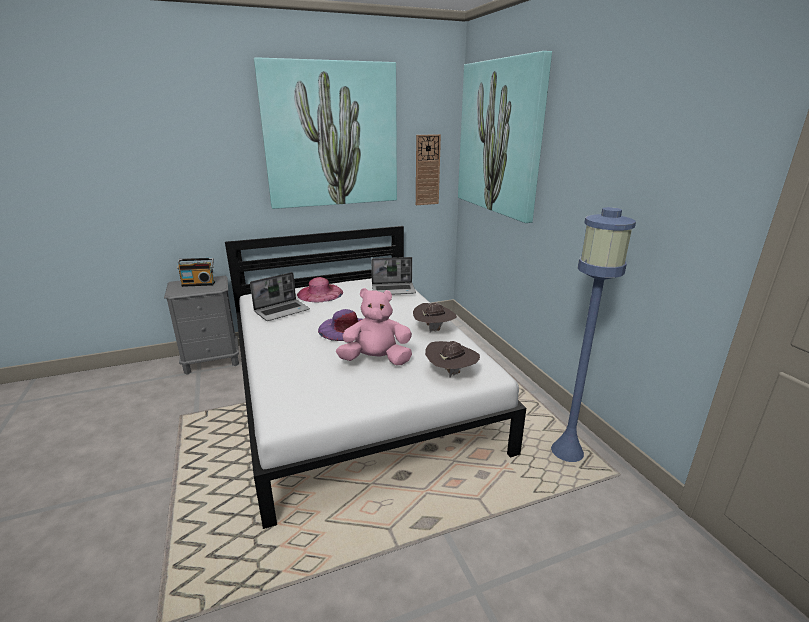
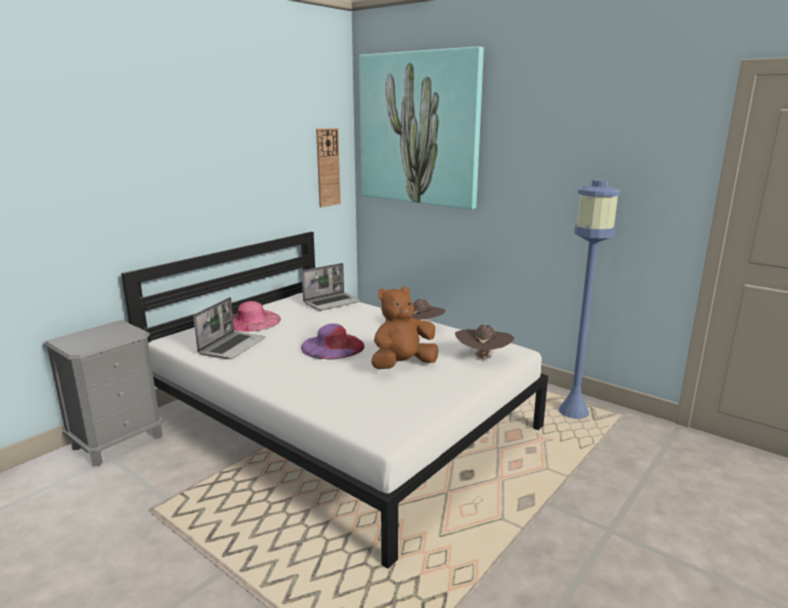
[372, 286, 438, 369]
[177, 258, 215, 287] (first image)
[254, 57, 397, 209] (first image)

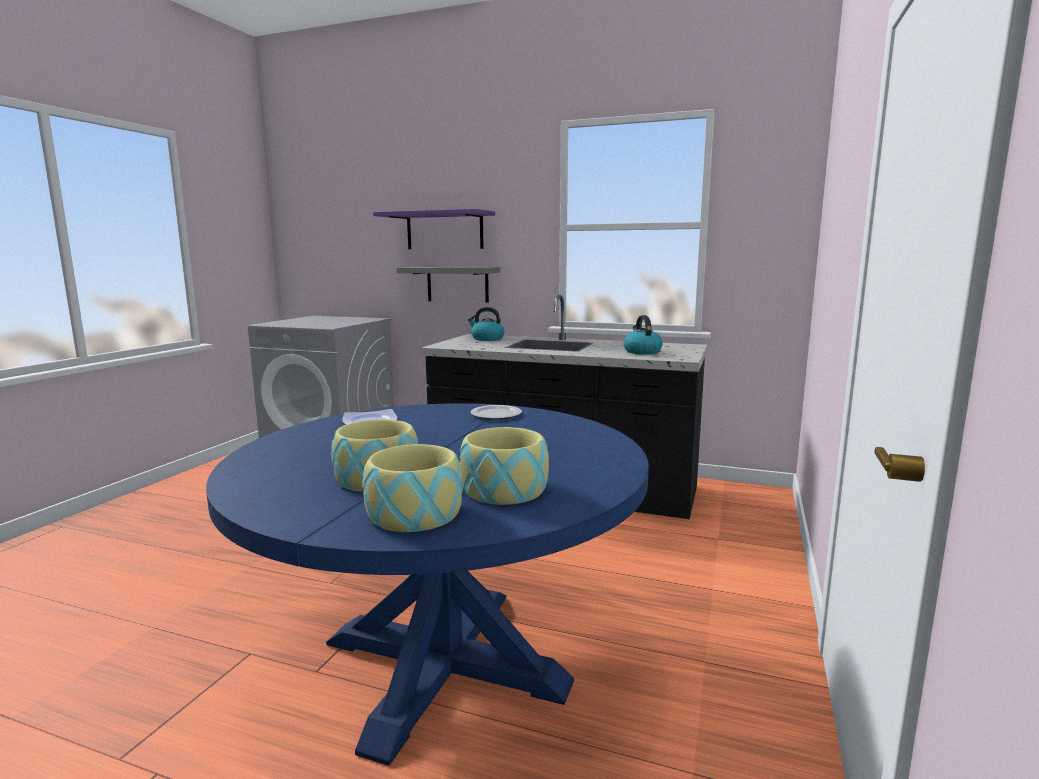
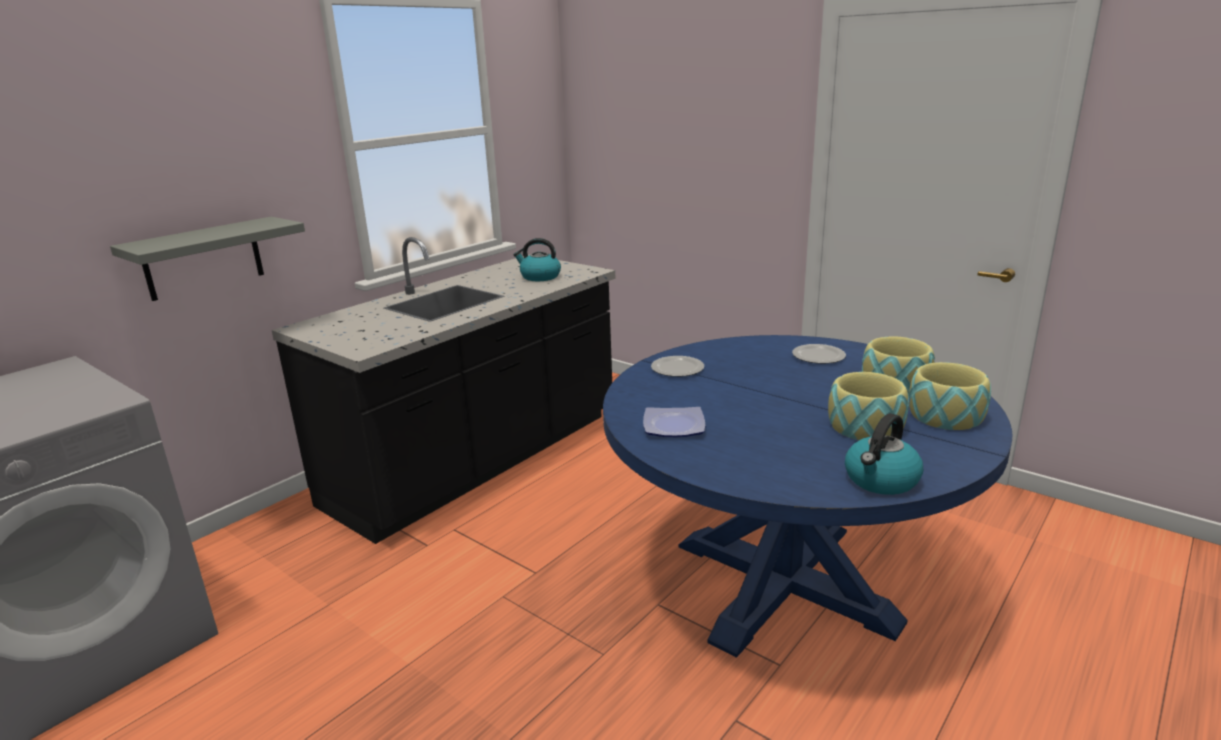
[792, 344, 846, 364]
[845, 413, 923, 495]
[373, 209, 495, 249] (first image)

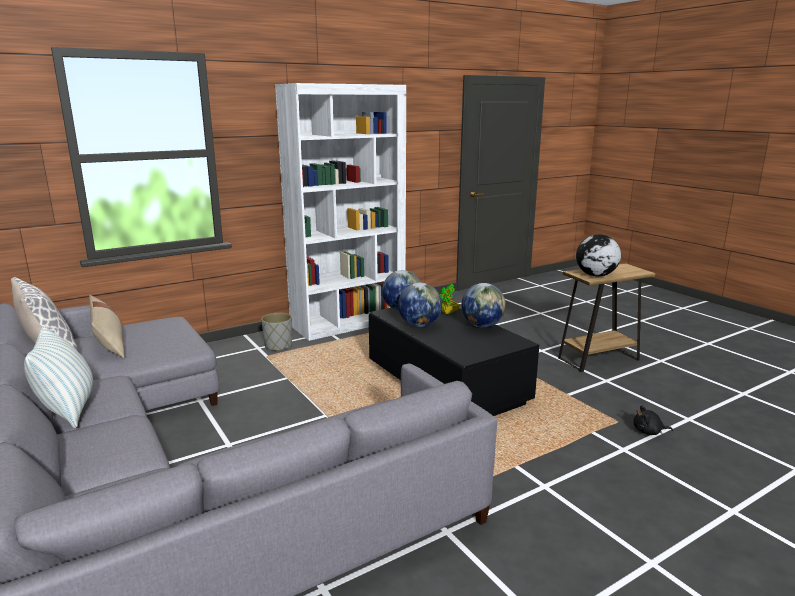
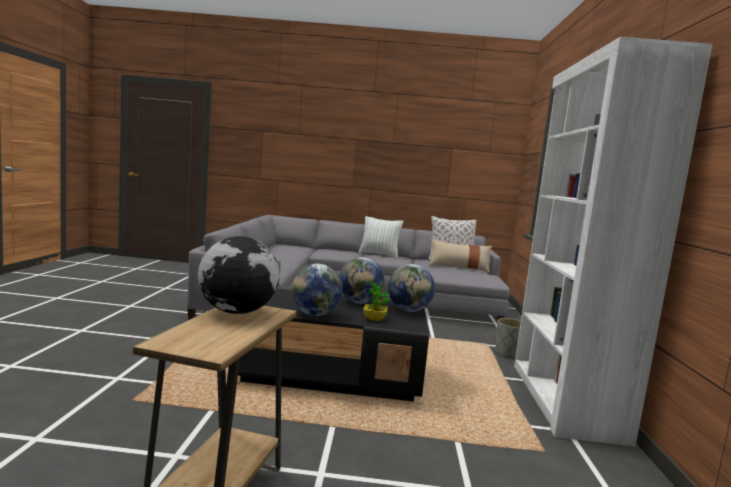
[633, 405, 673, 435] (first image)

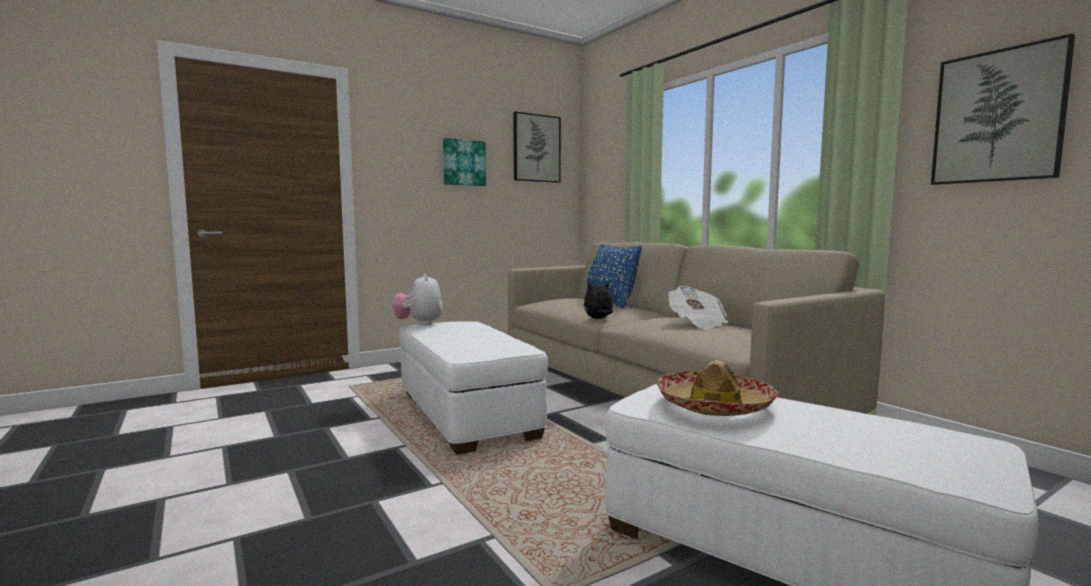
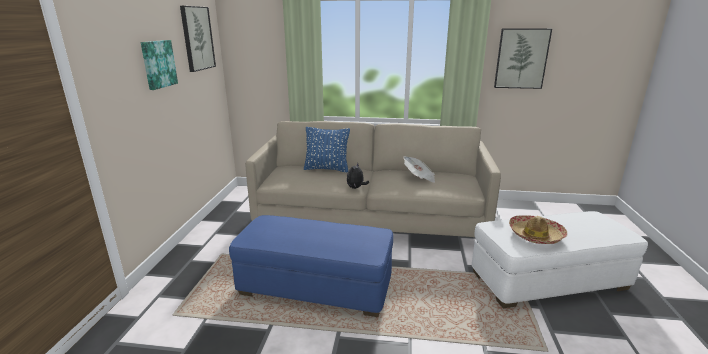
[229, 215, 393, 317]
[393, 274, 443, 325] (first image)

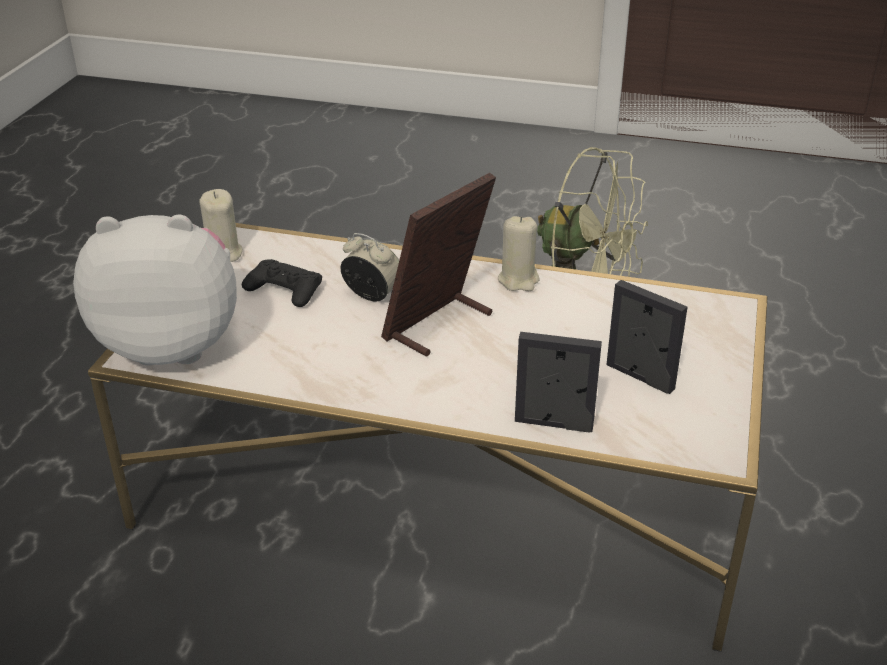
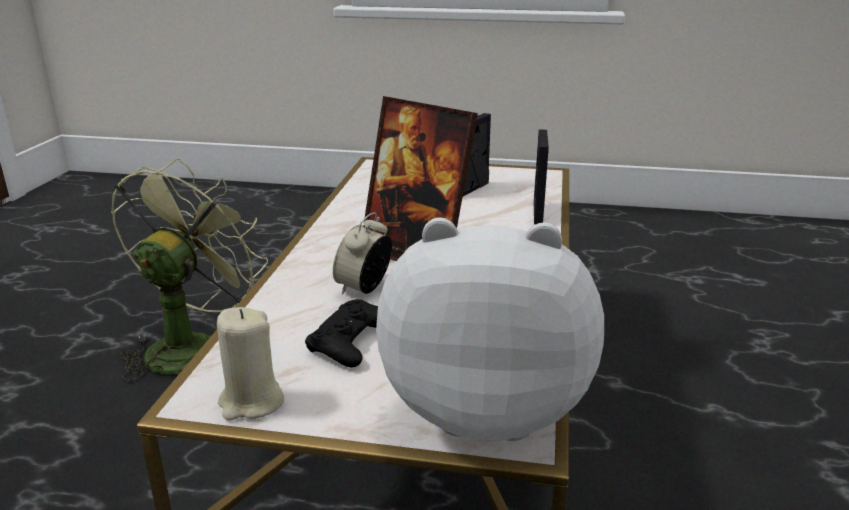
[376, 218, 604, 441]
[498, 216, 540, 291] (first image)

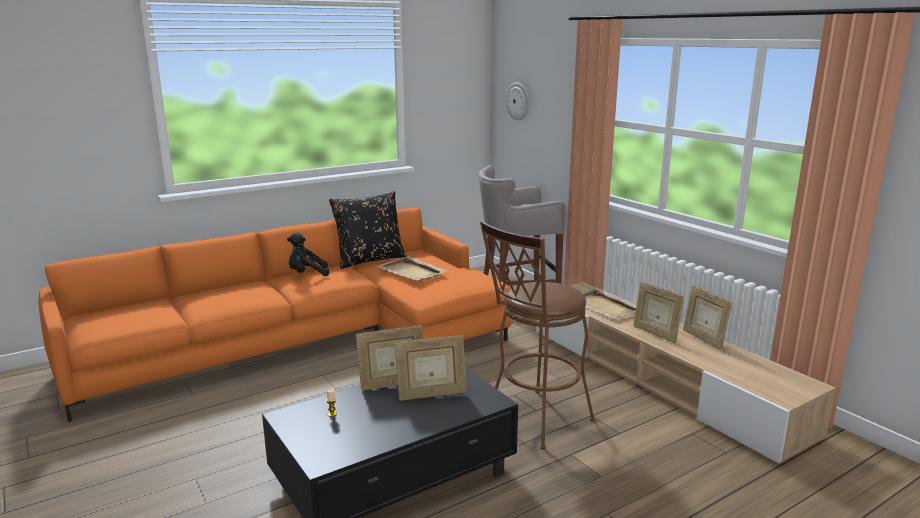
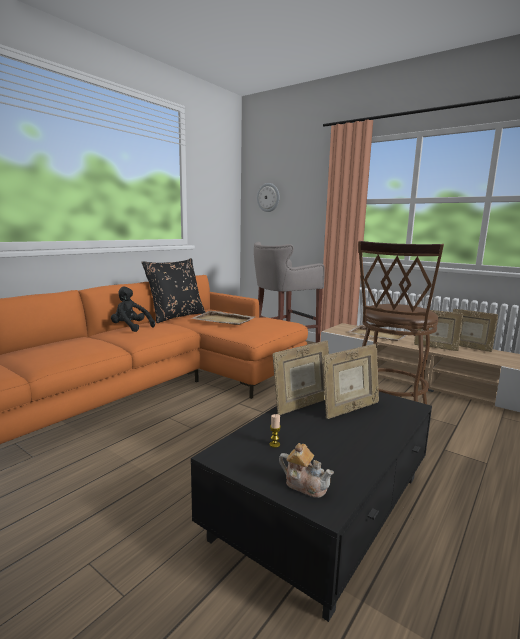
[111, 287, 155, 332]
[279, 443, 334, 498]

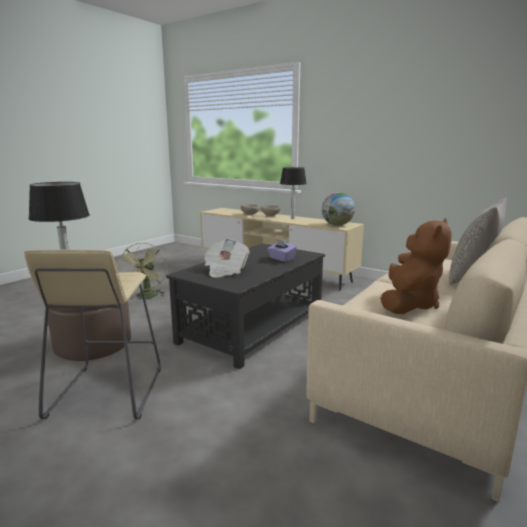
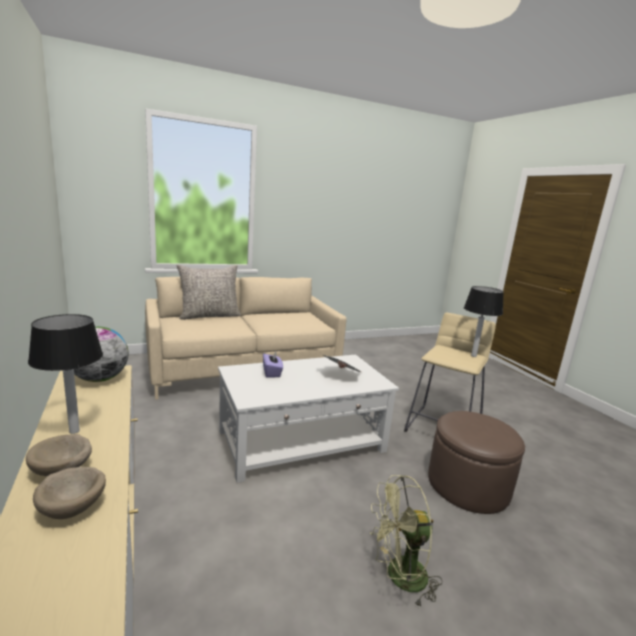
[218, 355, 399, 483]
[370, 475, 442, 606]
[380, 218, 452, 314] (first image)

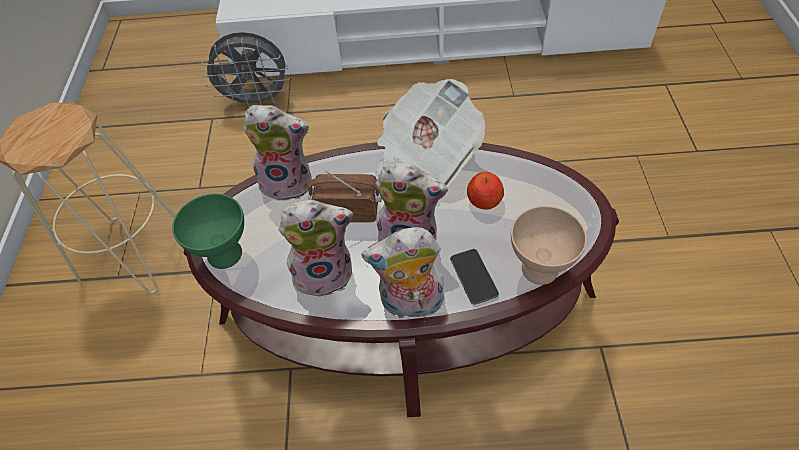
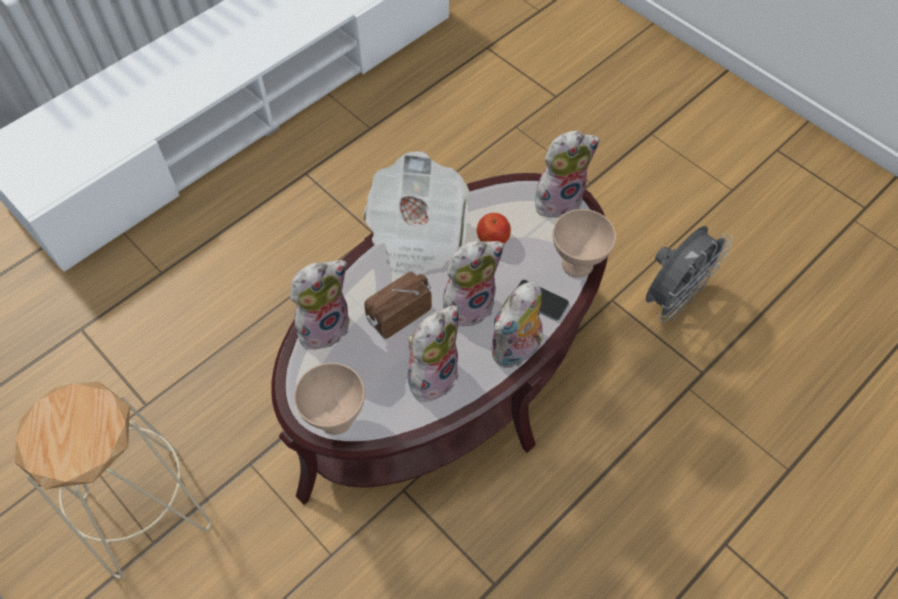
[294, 363, 365, 435]
[535, 131, 600, 217]
[646, 226, 733, 322]

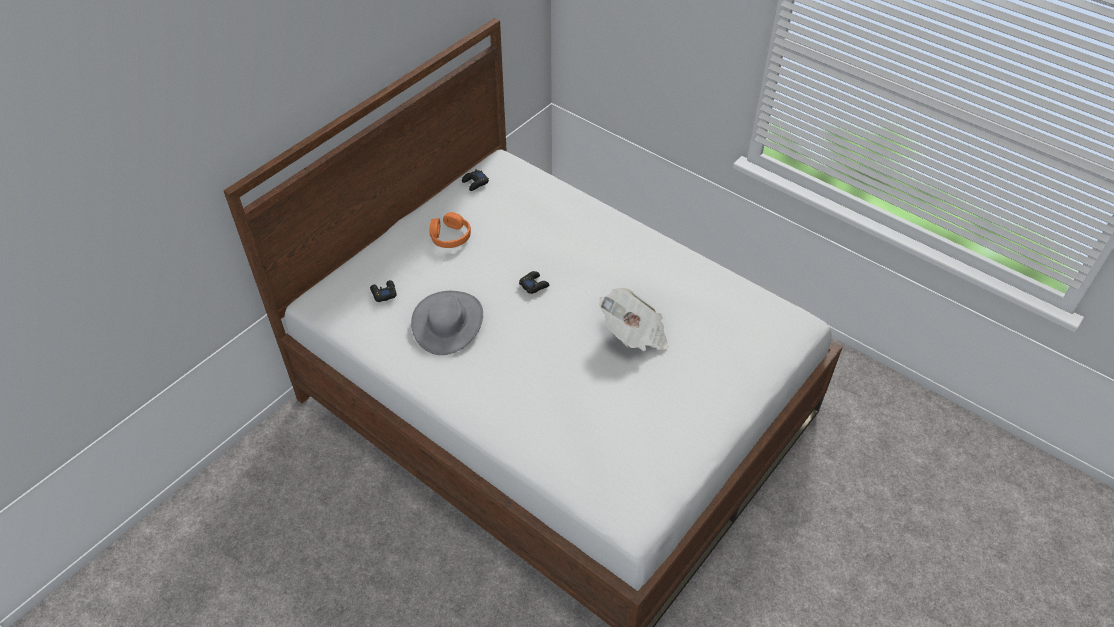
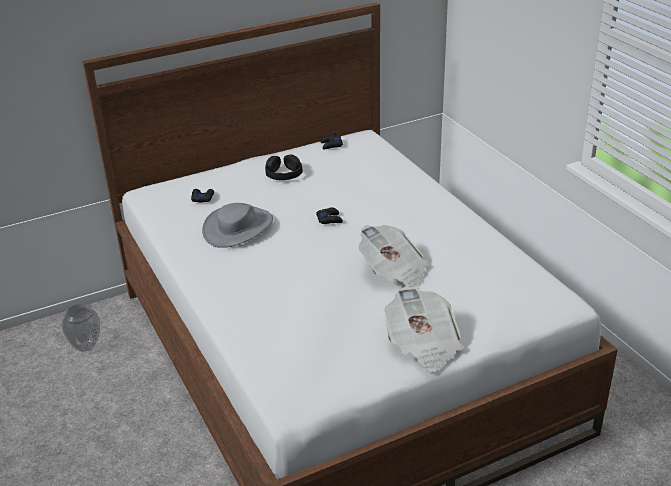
[61, 304, 100, 352]
[265, 154, 303, 180]
[384, 286, 463, 373]

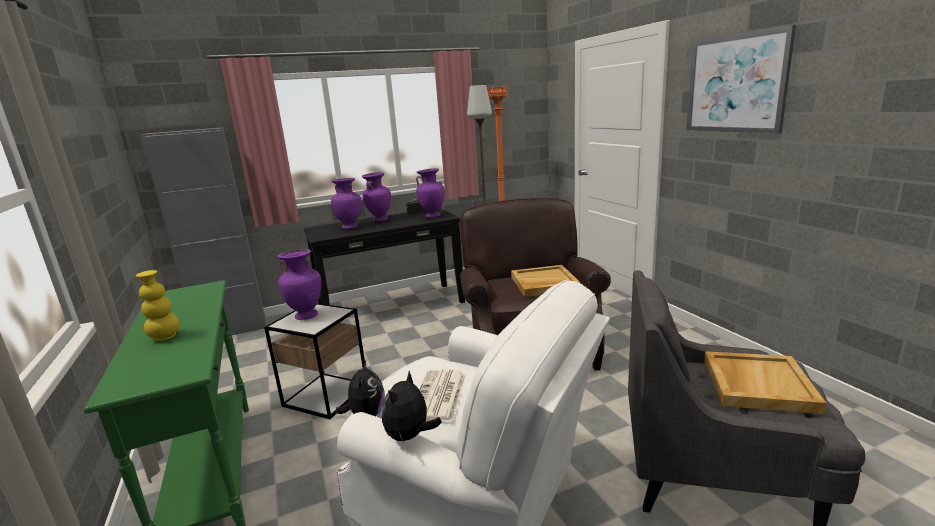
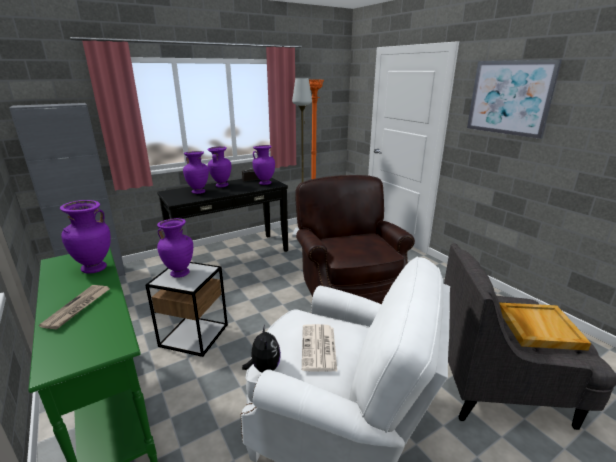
[39, 285, 109, 330]
[60, 200, 111, 274]
[382, 371, 442, 443] (first image)
[511, 265, 581, 297] (first image)

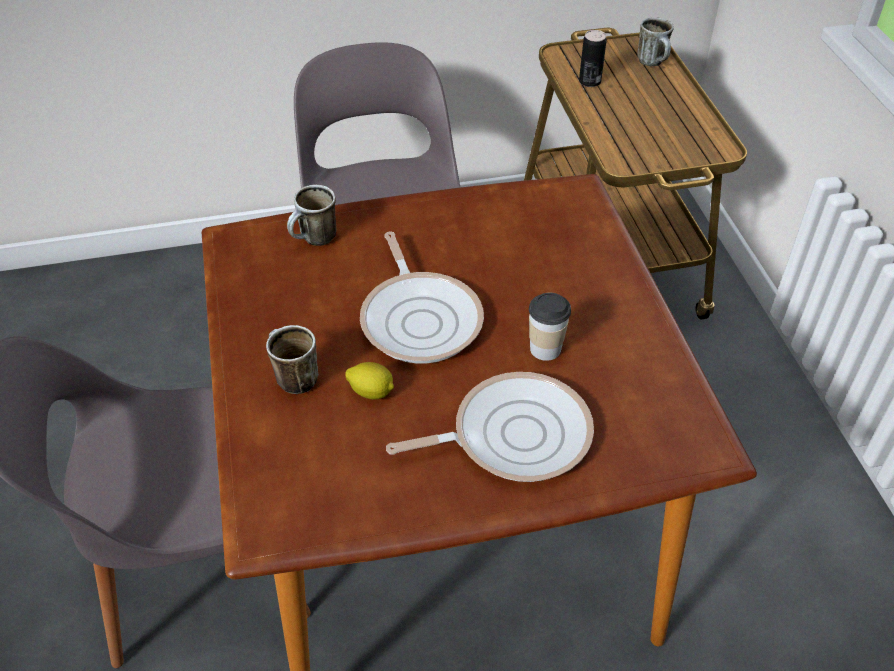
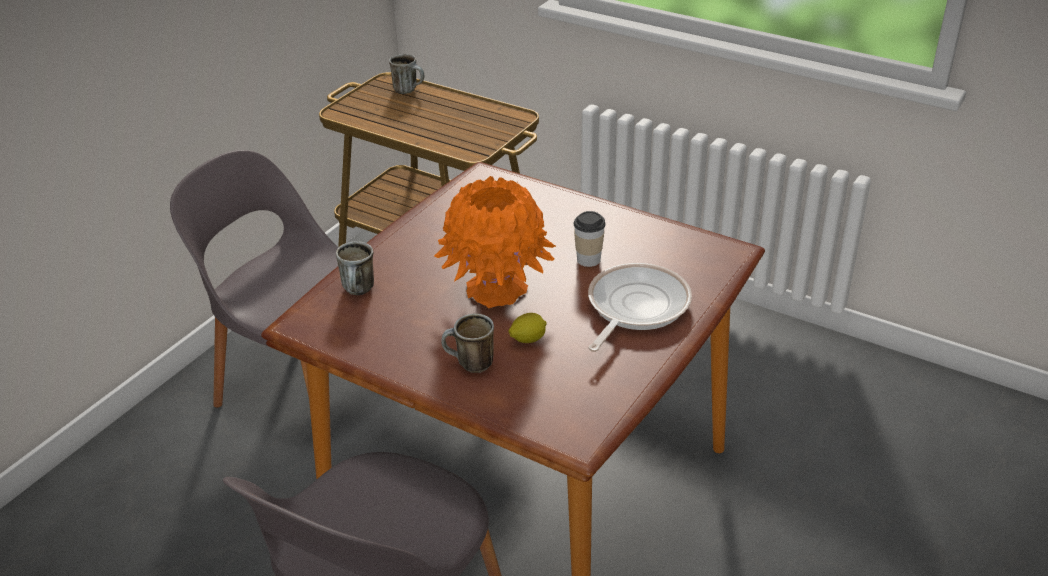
[434, 176, 556, 308]
[579, 30, 607, 87] (first image)

